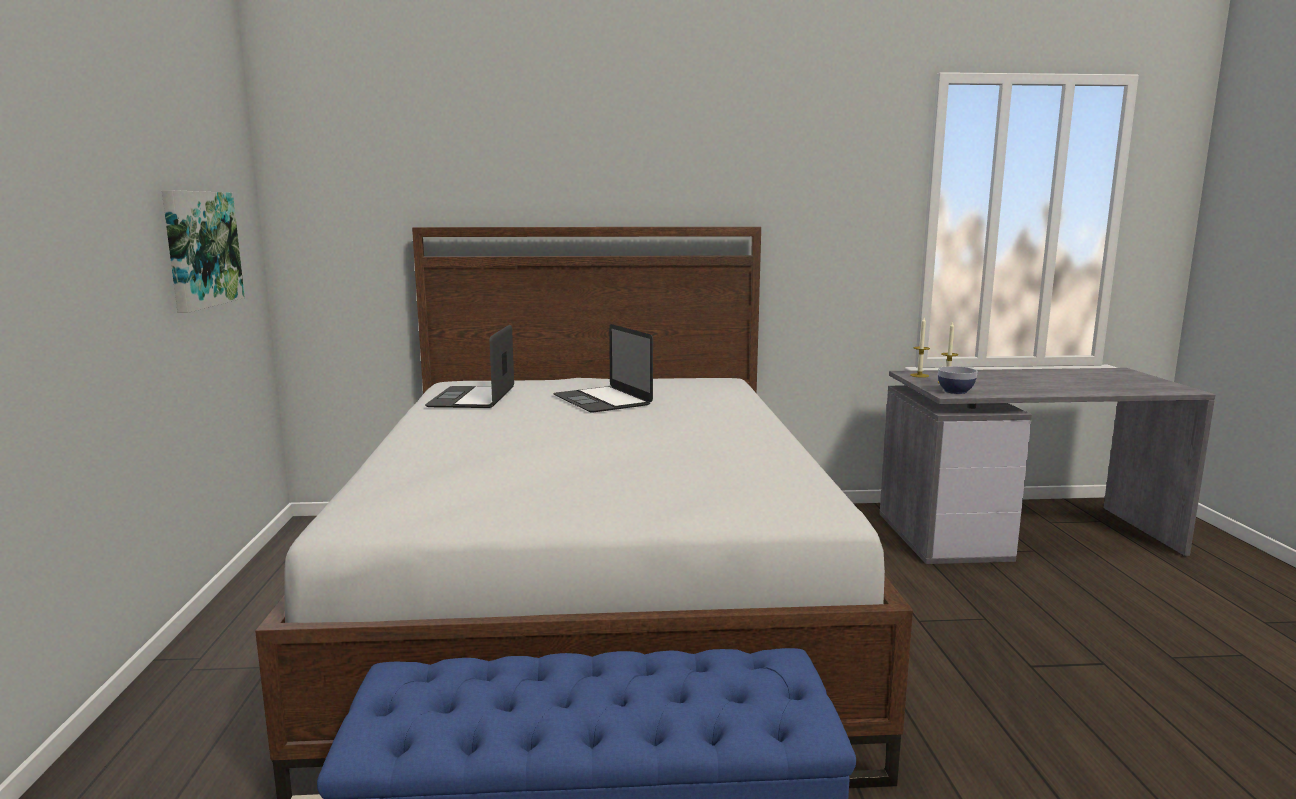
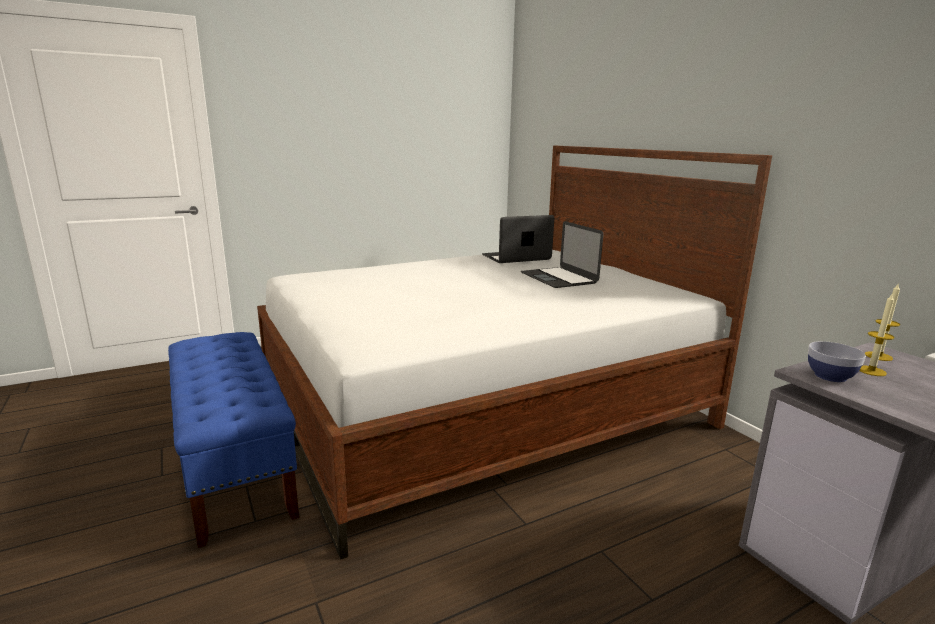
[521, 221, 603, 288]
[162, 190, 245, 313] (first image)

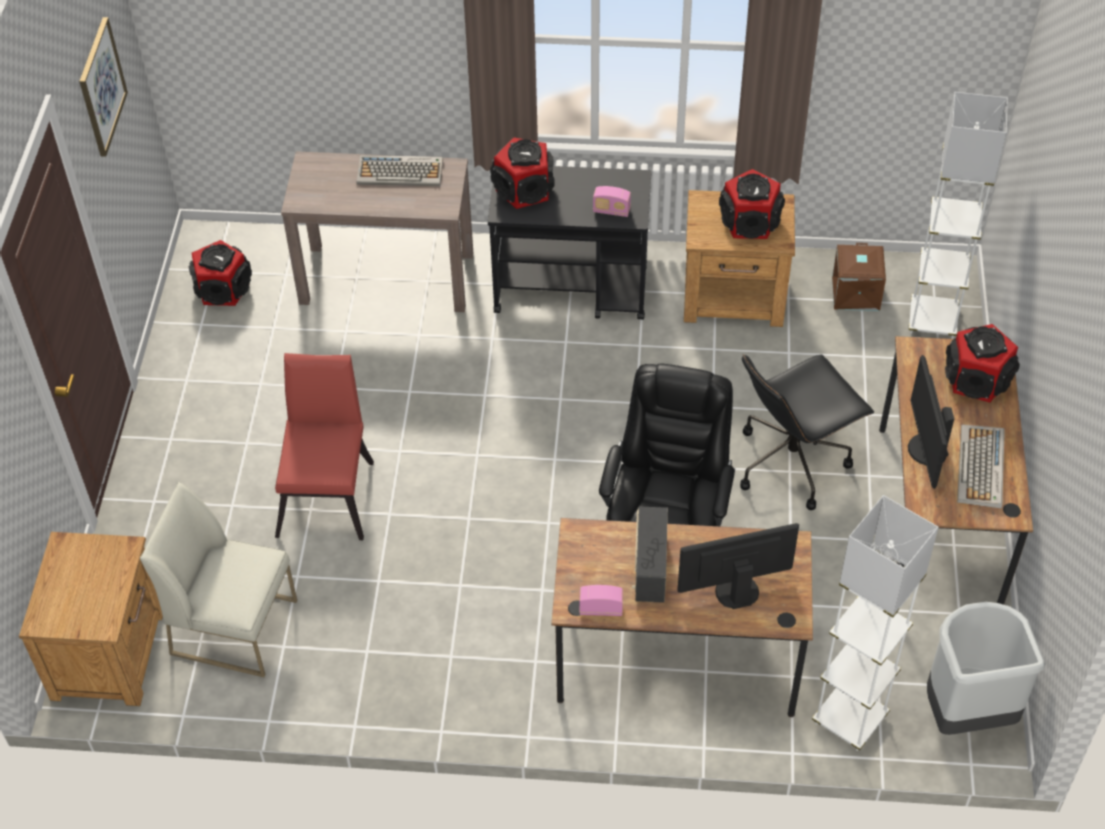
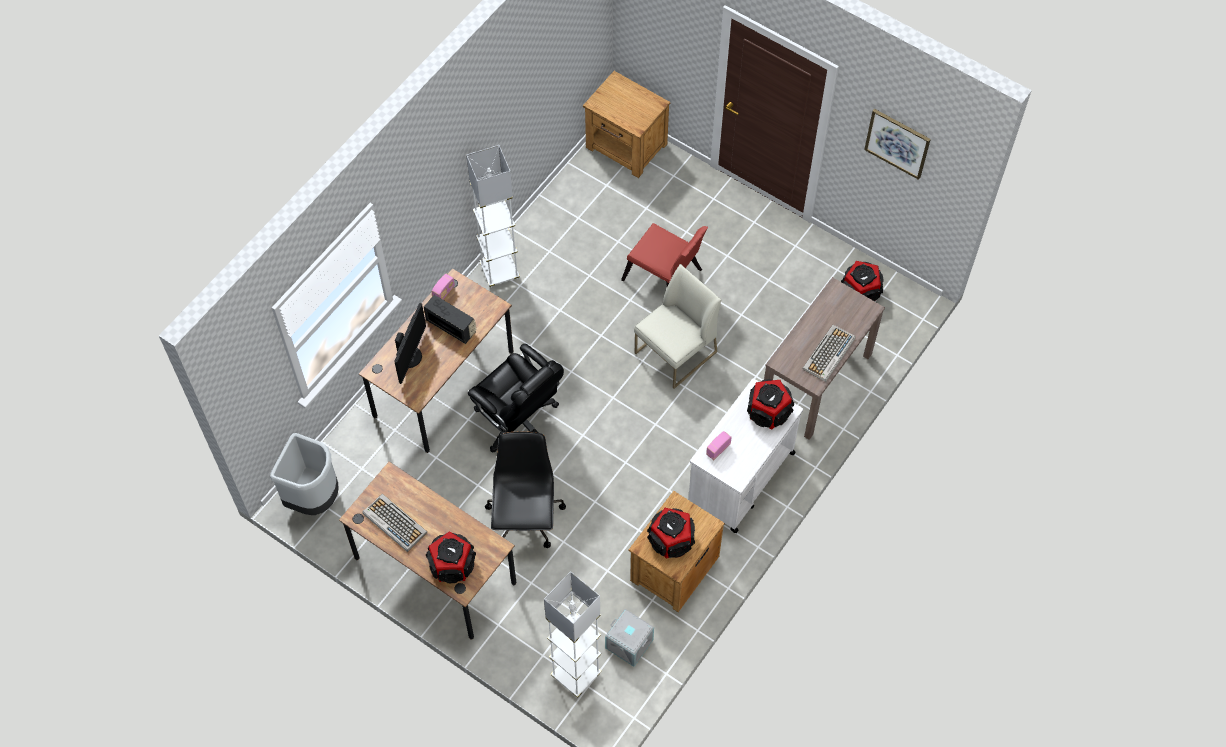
[466, 145, 520, 288]
[605, 609, 654, 667]
[634, 264, 721, 389]
[688, 378, 803, 533]
[908, 355, 954, 489] (first image)

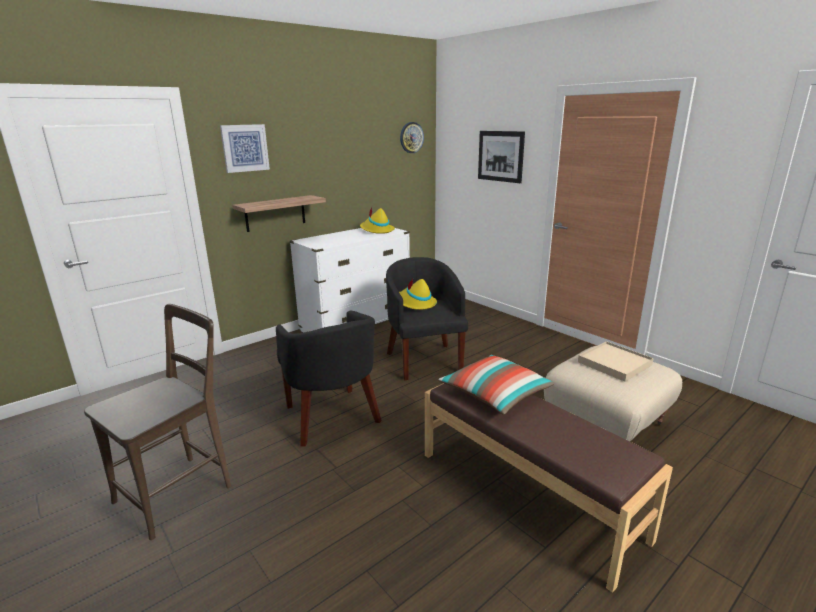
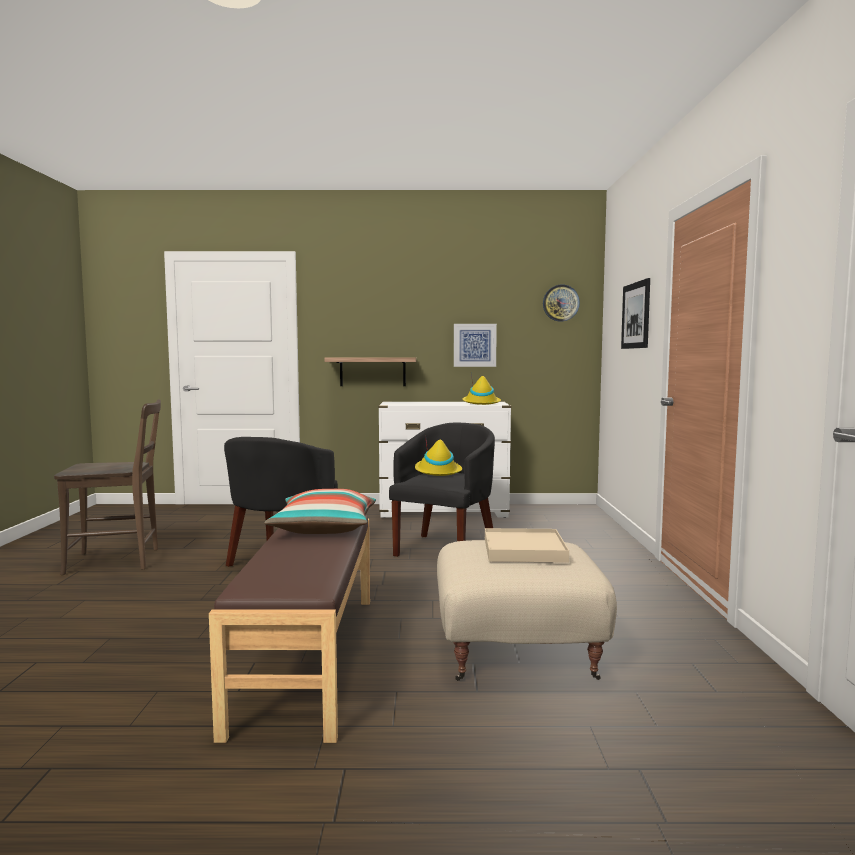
[454, 324, 497, 367]

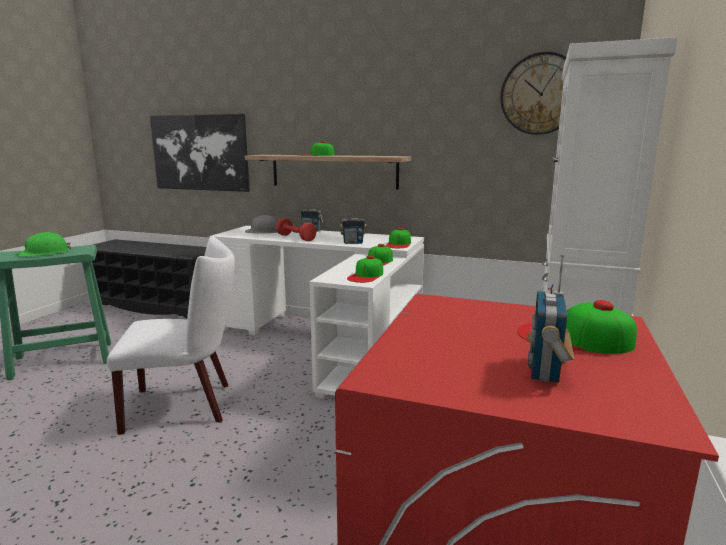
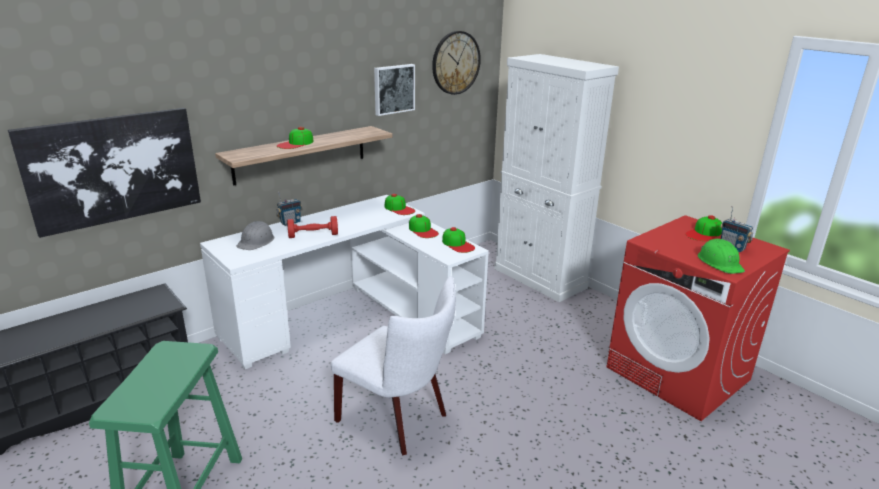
[331, 276, 456, 455]
[374, 64, 415, 116]
[698, 239, 745, 274]
[340, 207, 367, 244] (first image)

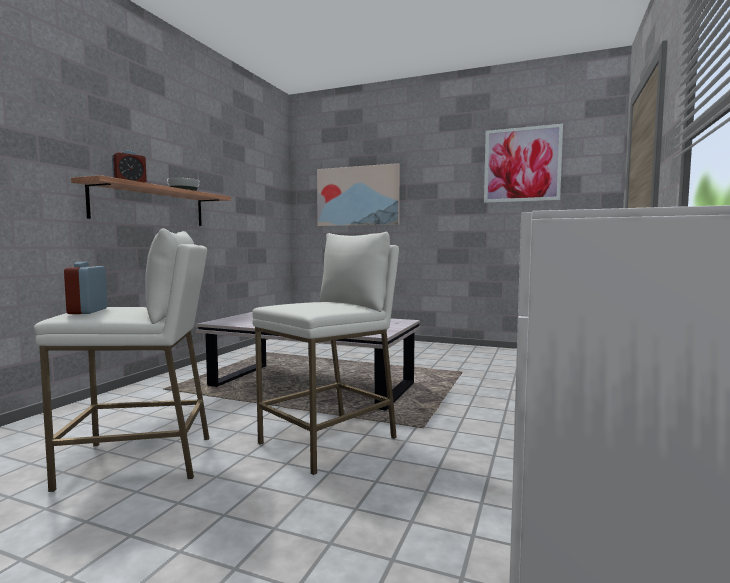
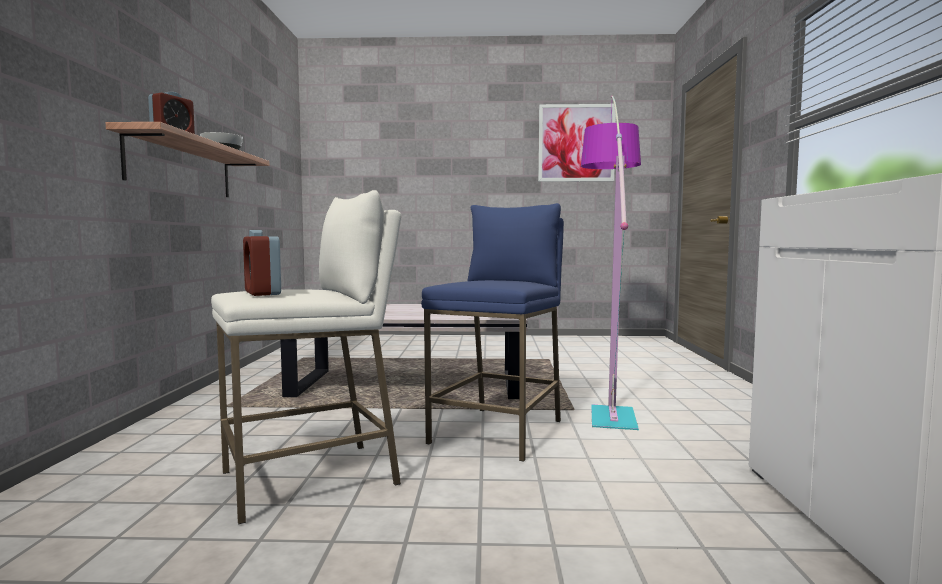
[421, 203, 564, 462]
[581, 96, 641, 430]
[317, 163, 400, 226] (first image)

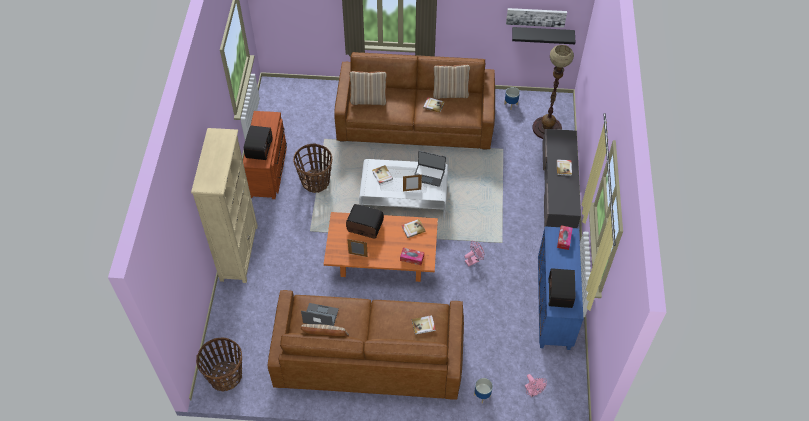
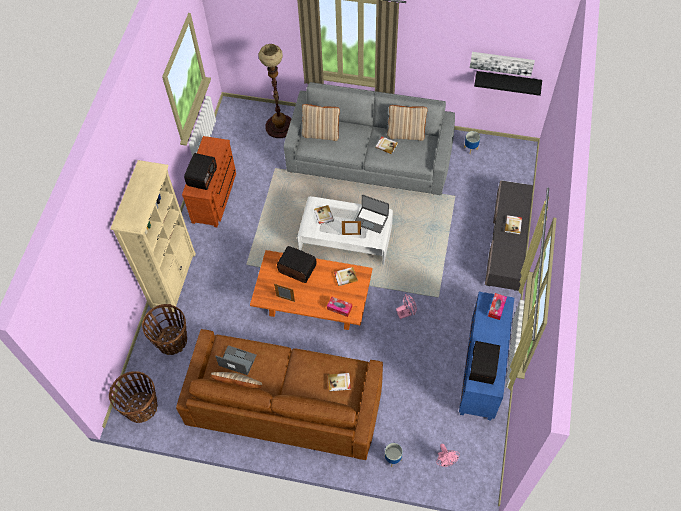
[142, 304, 187, 355]
[259, 44, 292, 138]
[284, 82, 455, 195]

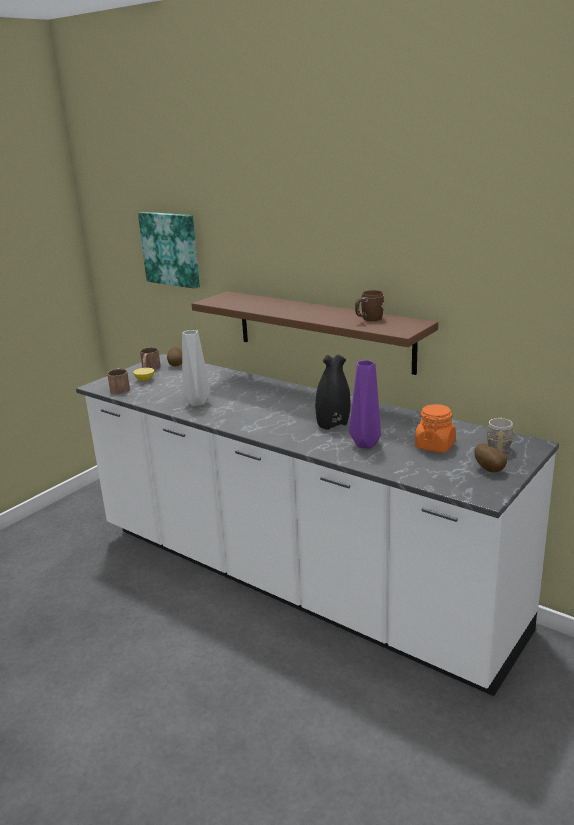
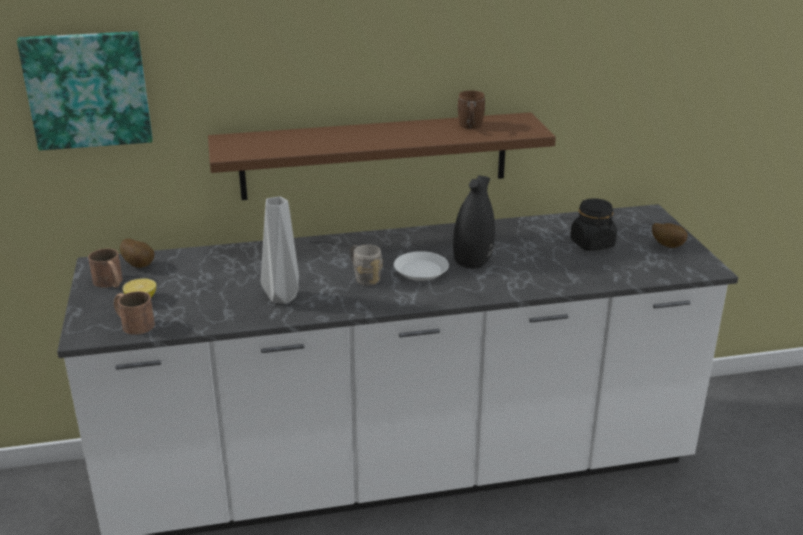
[351, 244, 383, 286]
[394, 251, 449, 281]
[570, 198, 617, 251]
[349, 360, 381, 449] (first image)

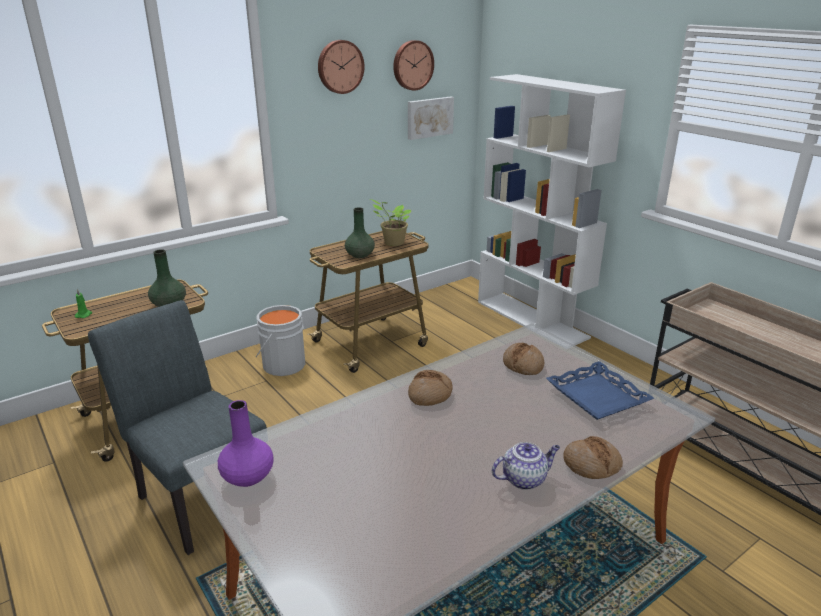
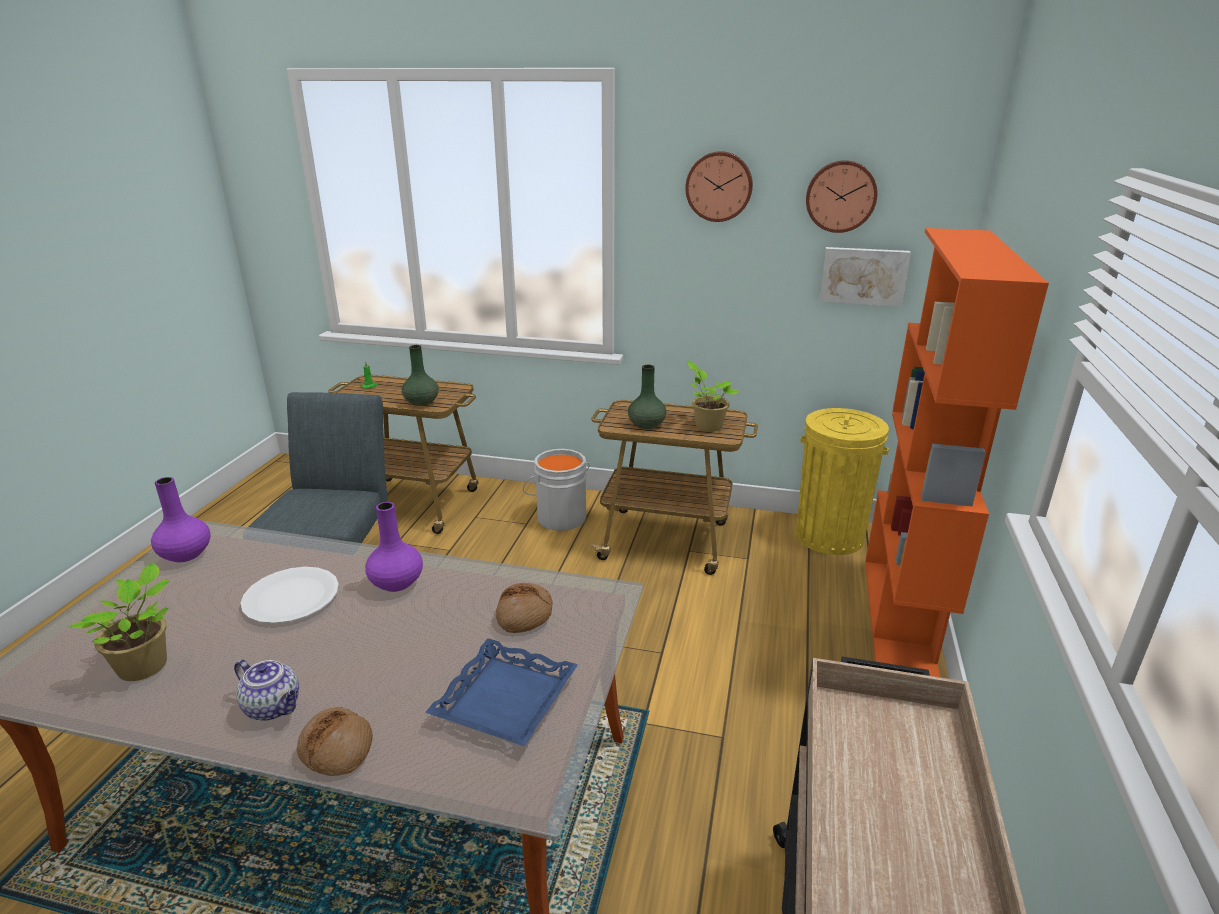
[68, 563, 170, 681]
[240, 567, 339, 624]
[365, 502, 423, 592]
[796, 408, 889, 555]
[865, 228, 1049, 677]

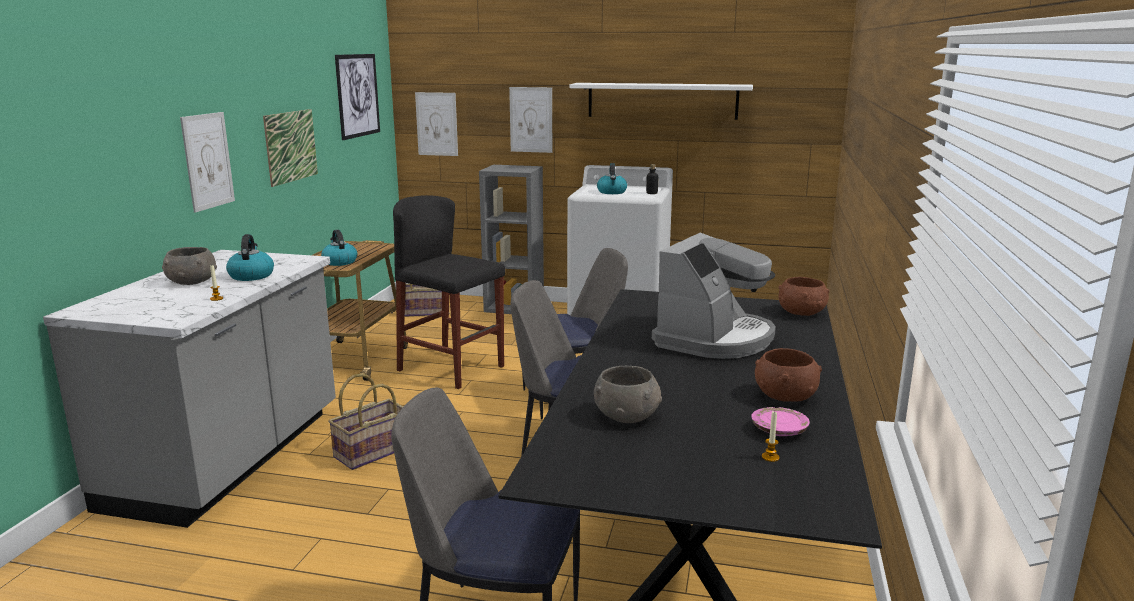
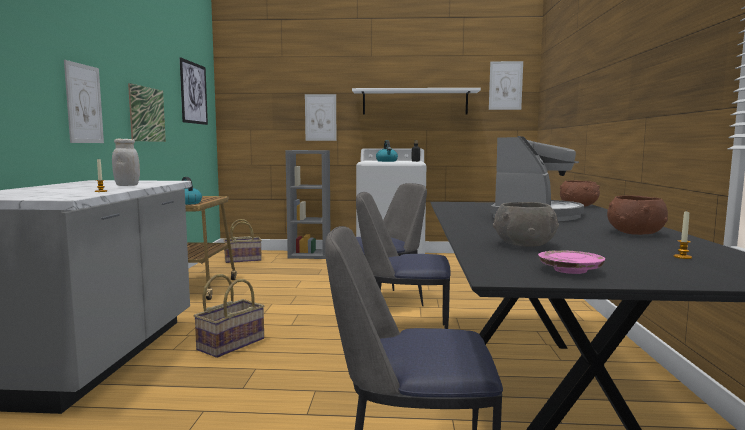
[112, 139, 140, 186]
[489, 61, 523, 110]
[538, 250, 605, 274]
[162, 247, 217, 285] (first image)
[393, 195, 505, 389] (first image)

